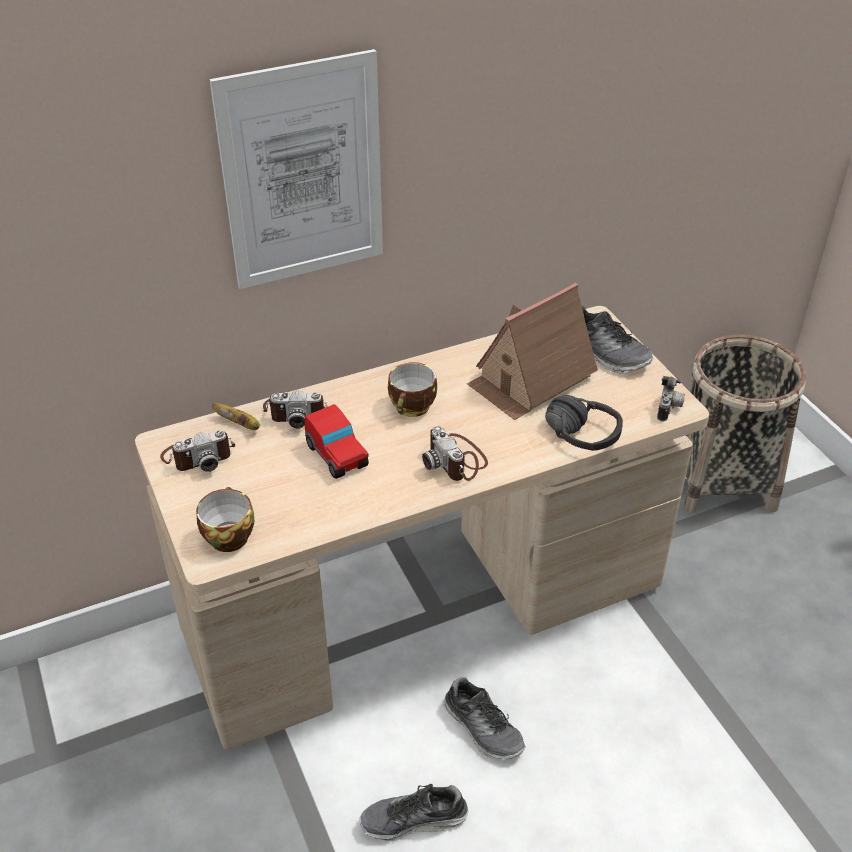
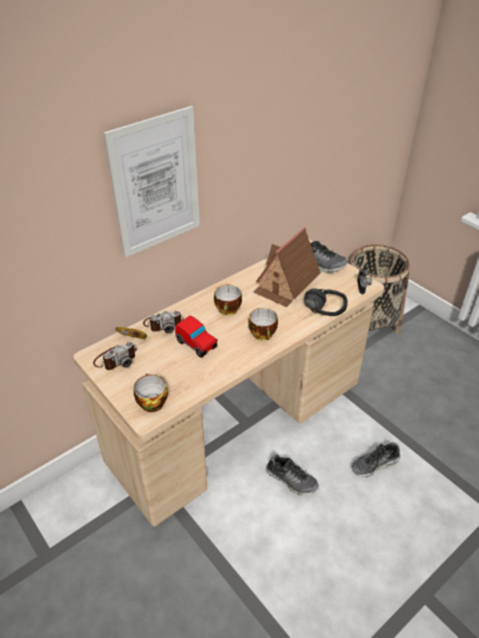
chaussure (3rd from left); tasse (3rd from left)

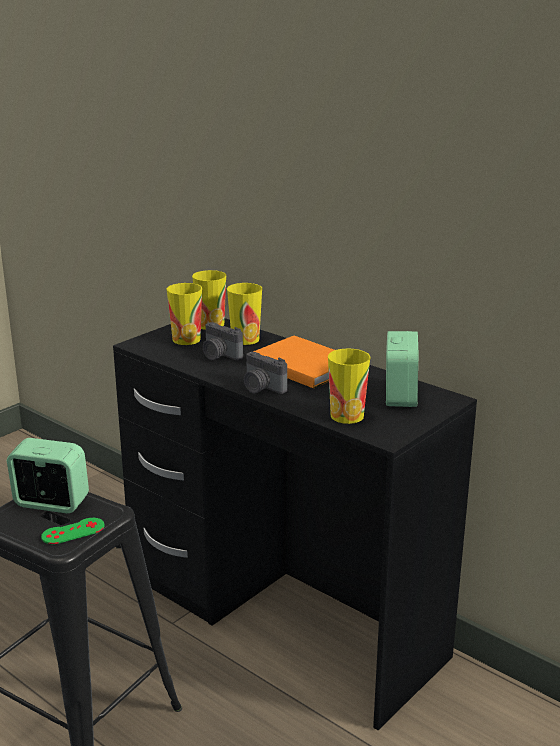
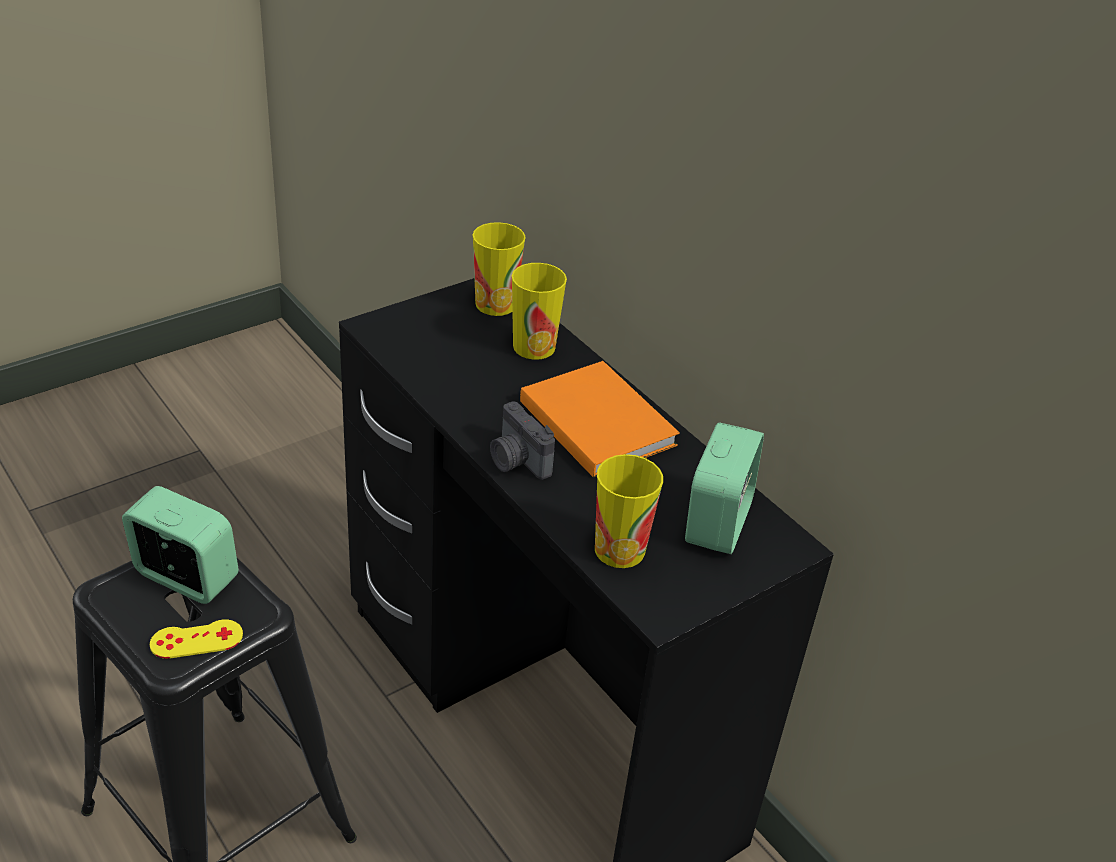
manette (jaune); tasse (1st from left in the first image); appareil photo (1st from left in the first image)

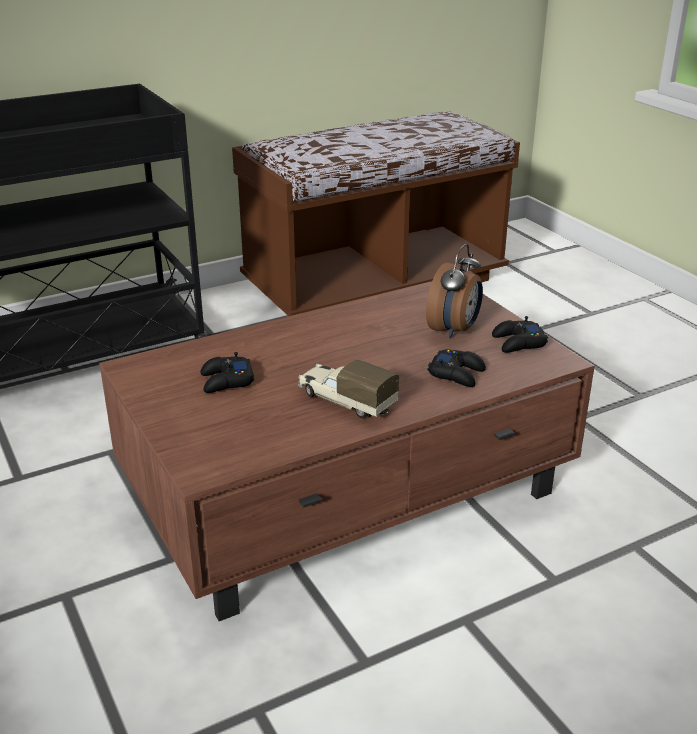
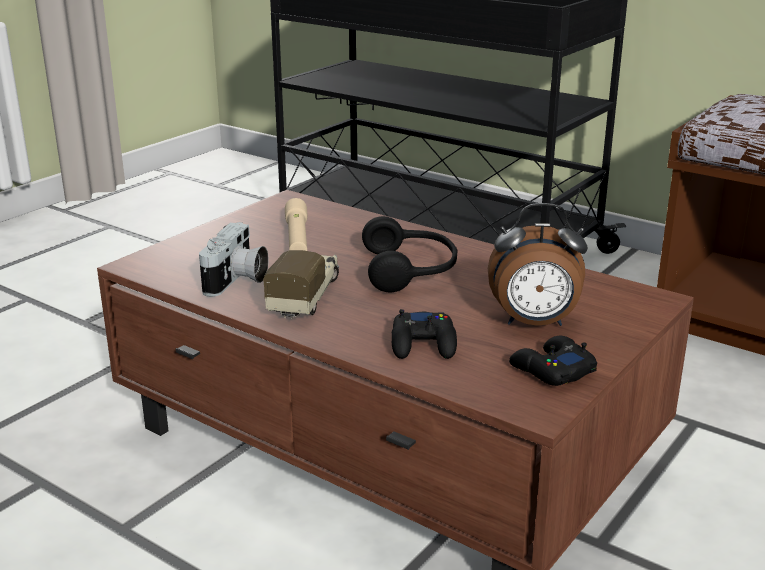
lampe de poche (beige); appareil photo; casque audio (noir)

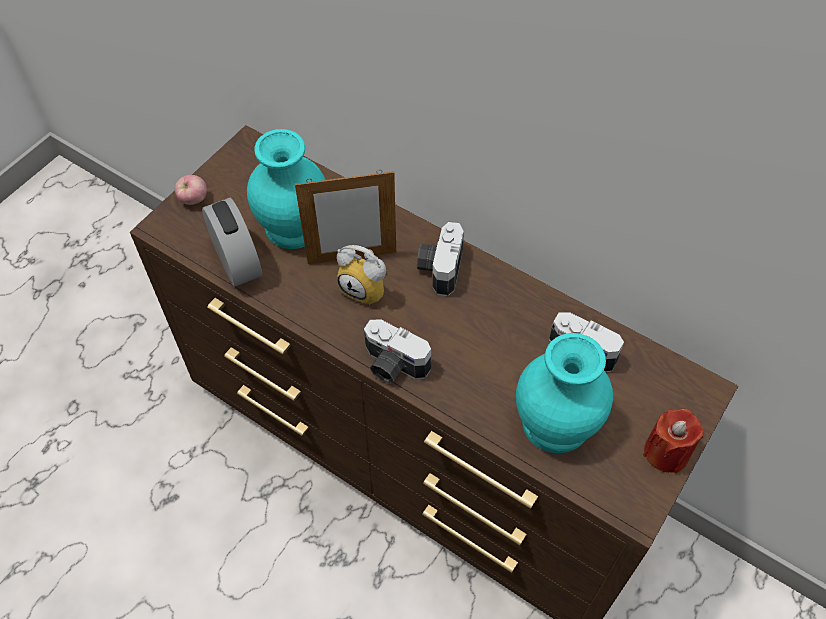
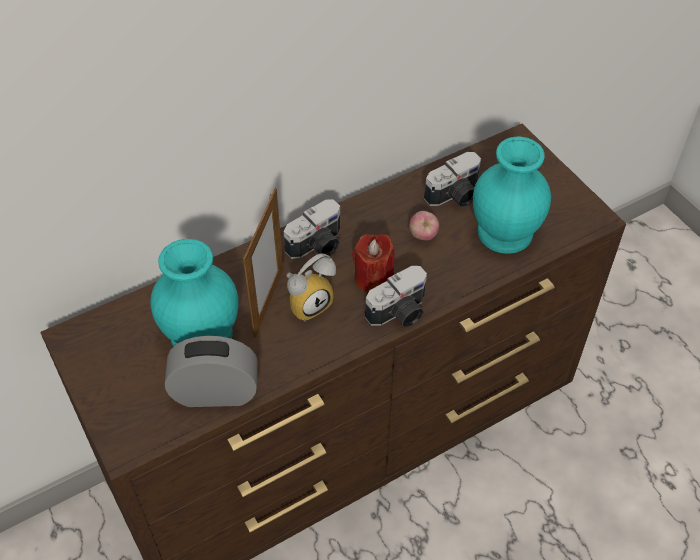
pomme; appareil photo (1st from left); bougie (rouge)

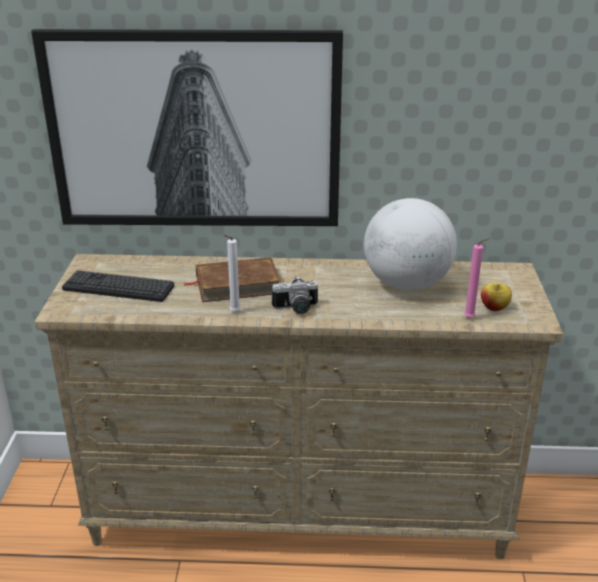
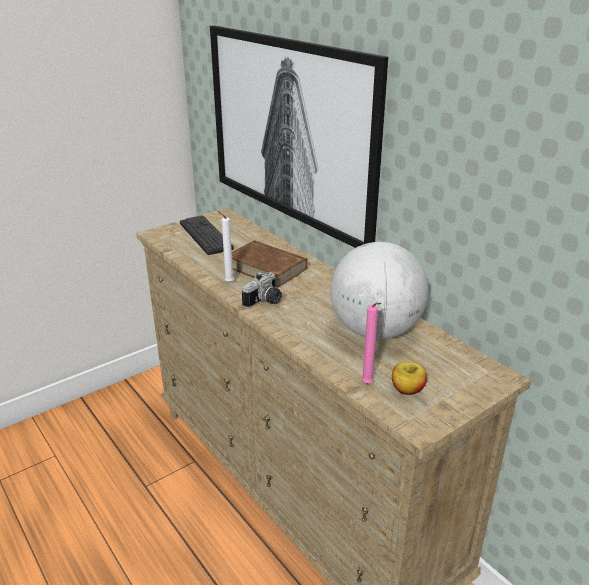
appareil photo

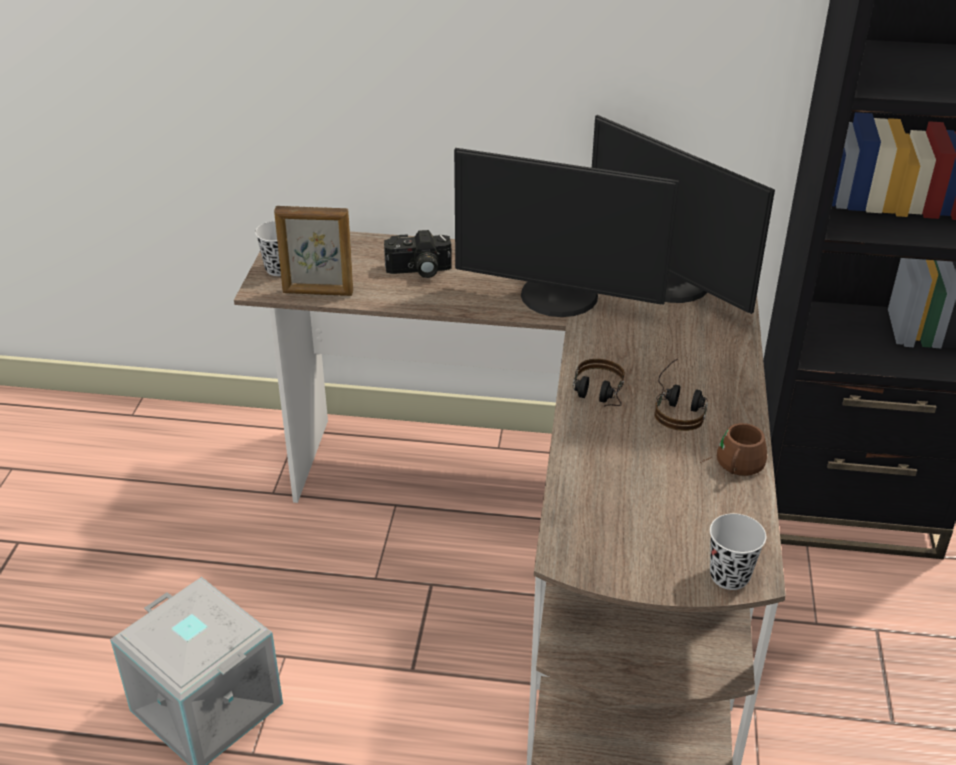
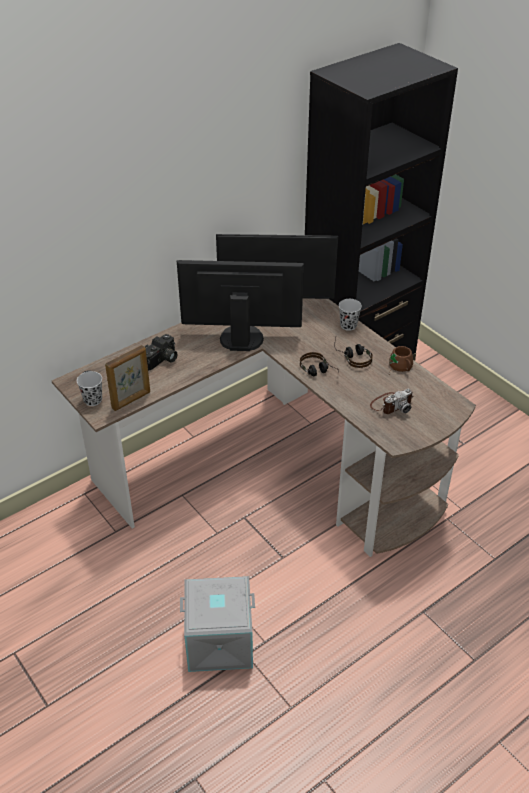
écran d'ordinateur (1st from left); tasse (noir) (2nd from left); appareil photo (2nd from left)

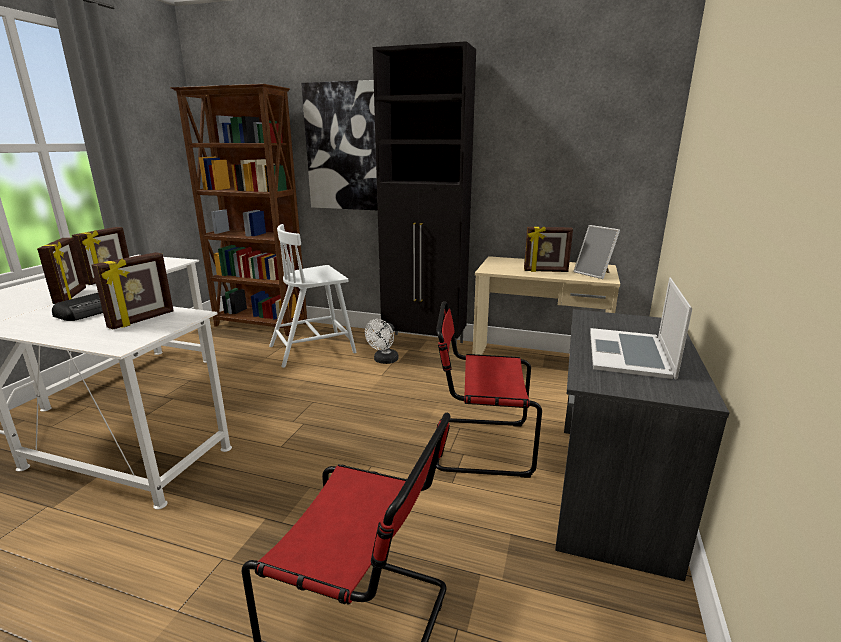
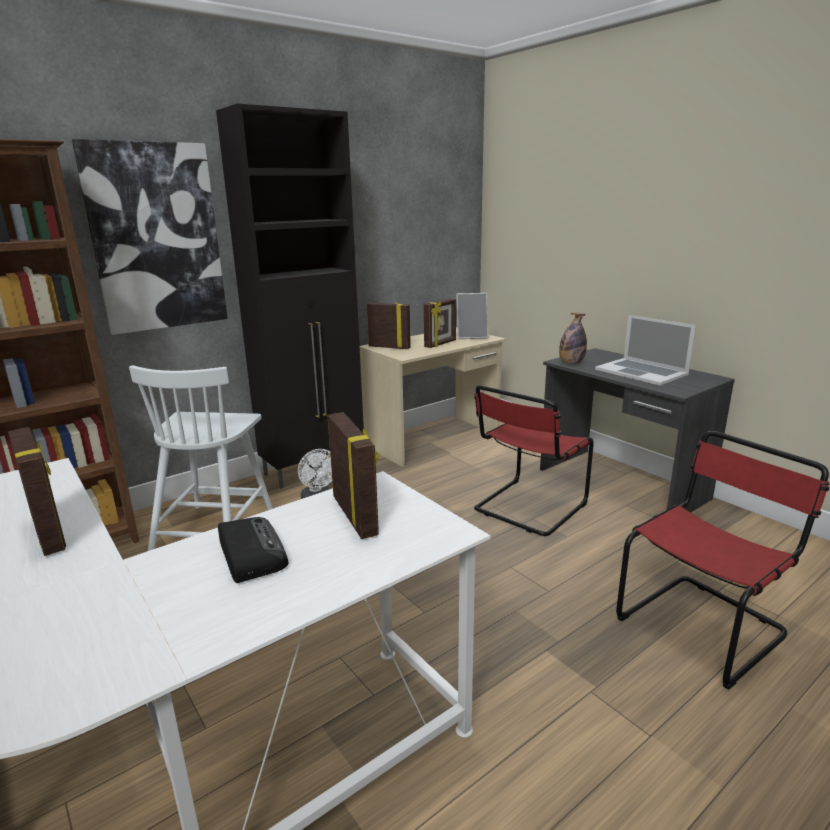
cadre photo (3rd from left); bouteille

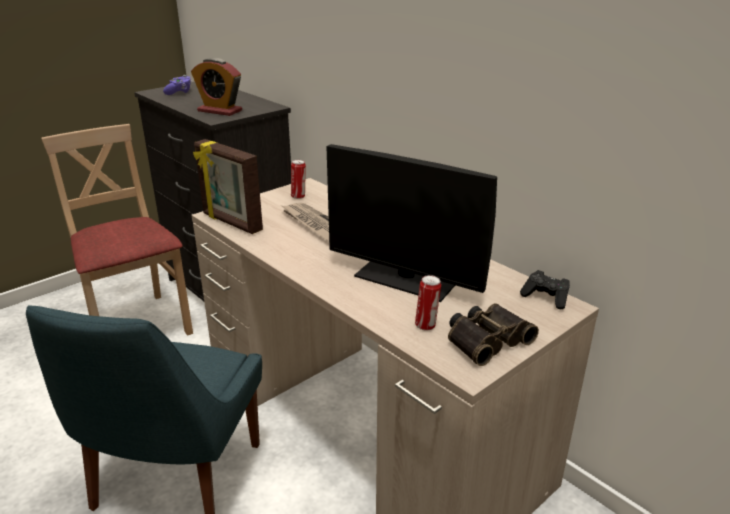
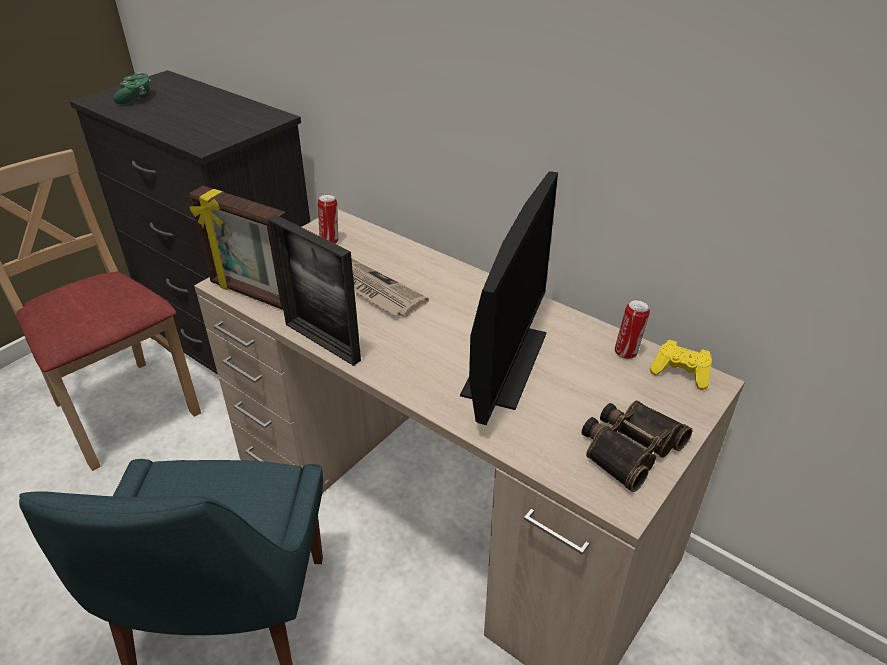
manette (vert); réveil; écran d'ordinateur; boîte métallique (2nd from left); manette (jaune); cadre photo (2nd from left)

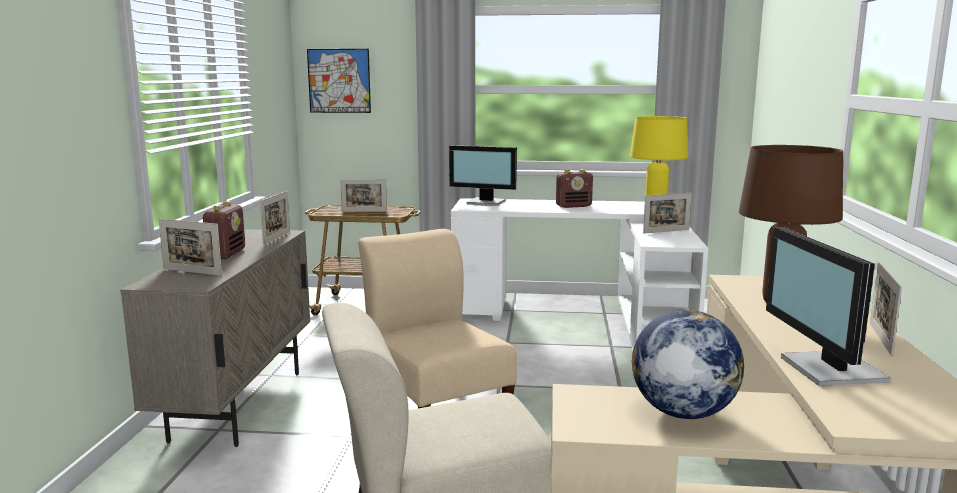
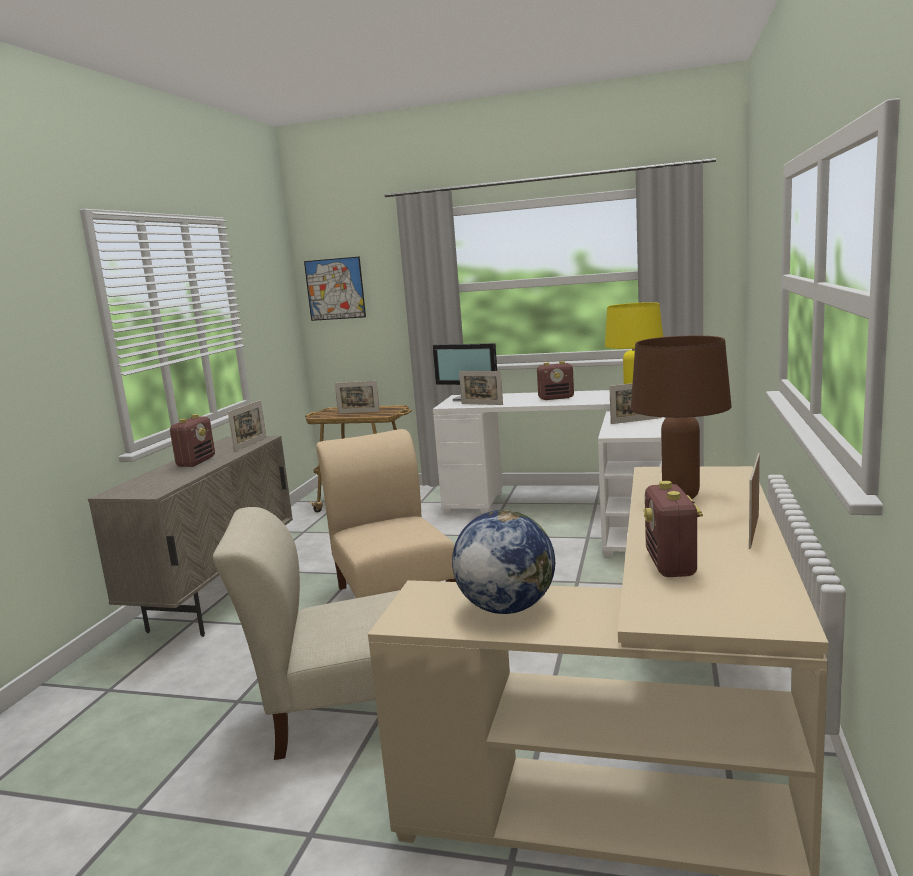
cadre photo (3rd from left); radio (3rd from left)

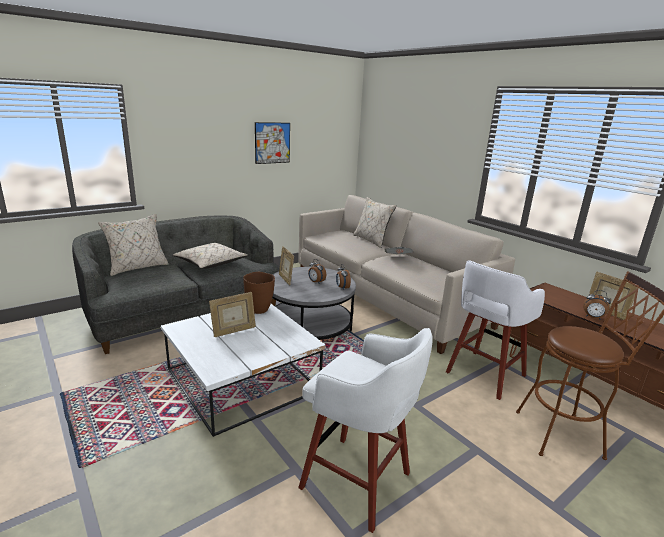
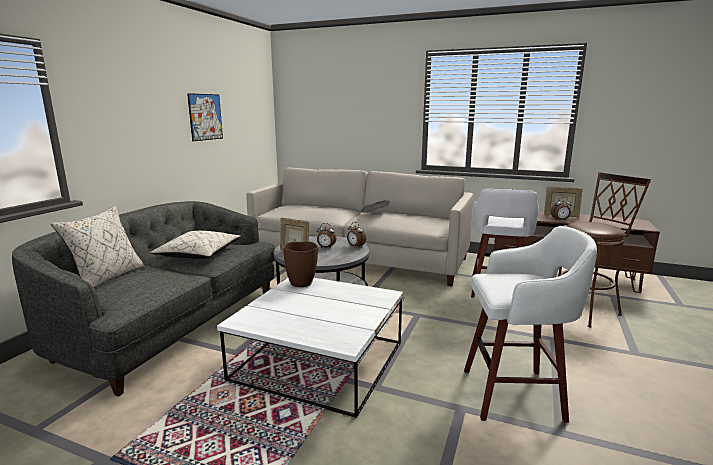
cadre photo (1st from left in the first image); coussin (beige) (3rd from left in the first image)

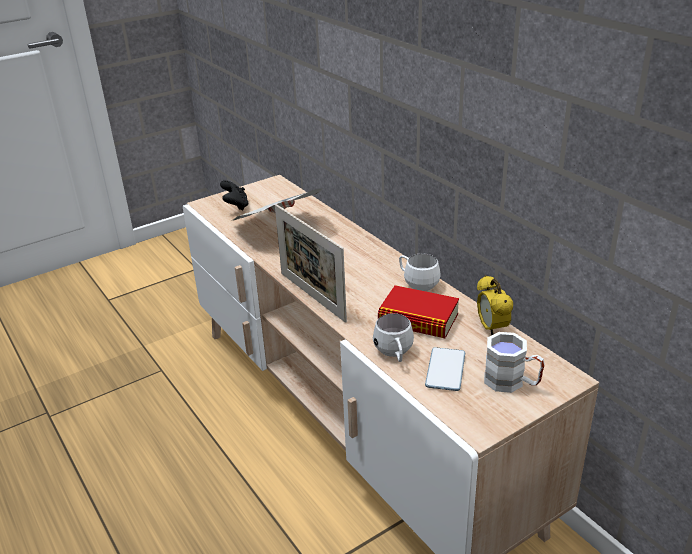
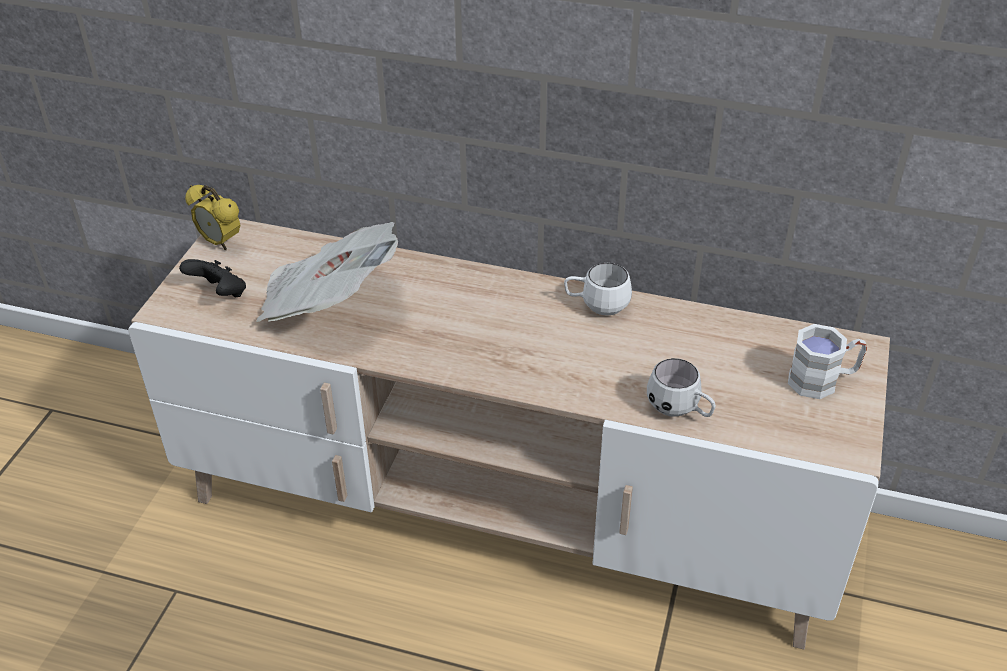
cadre photo; livre; téléphone; réveil

